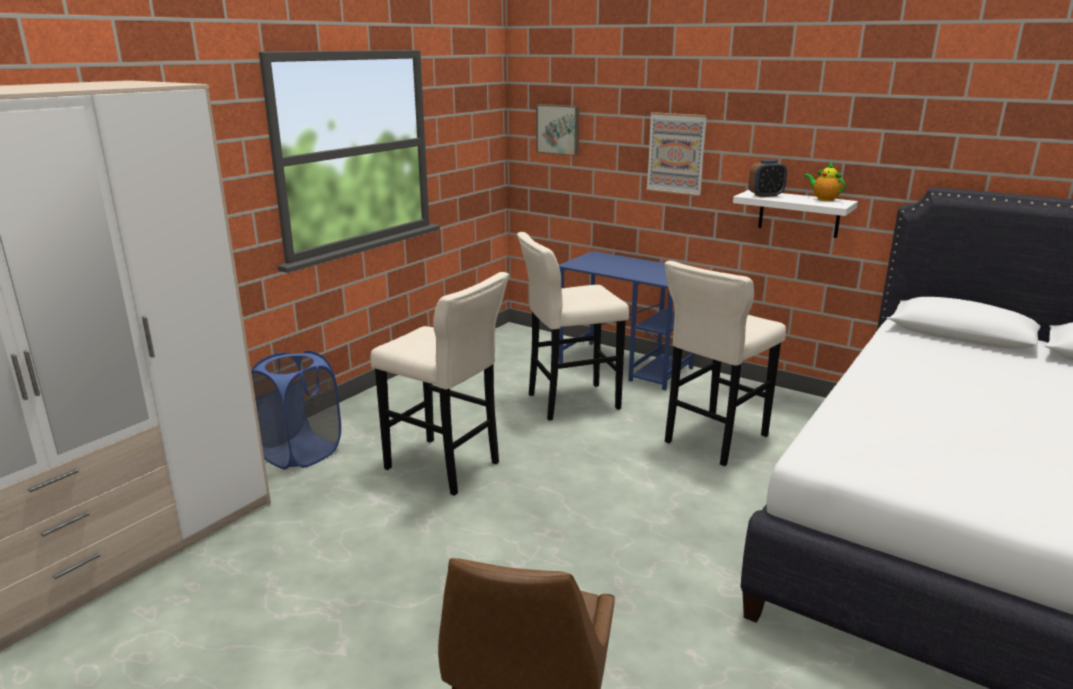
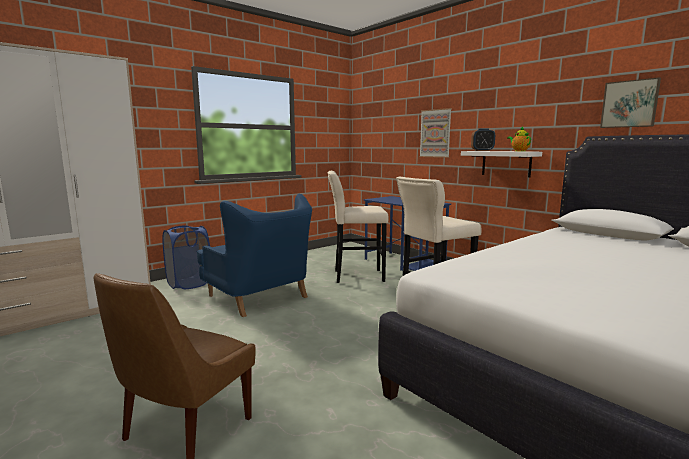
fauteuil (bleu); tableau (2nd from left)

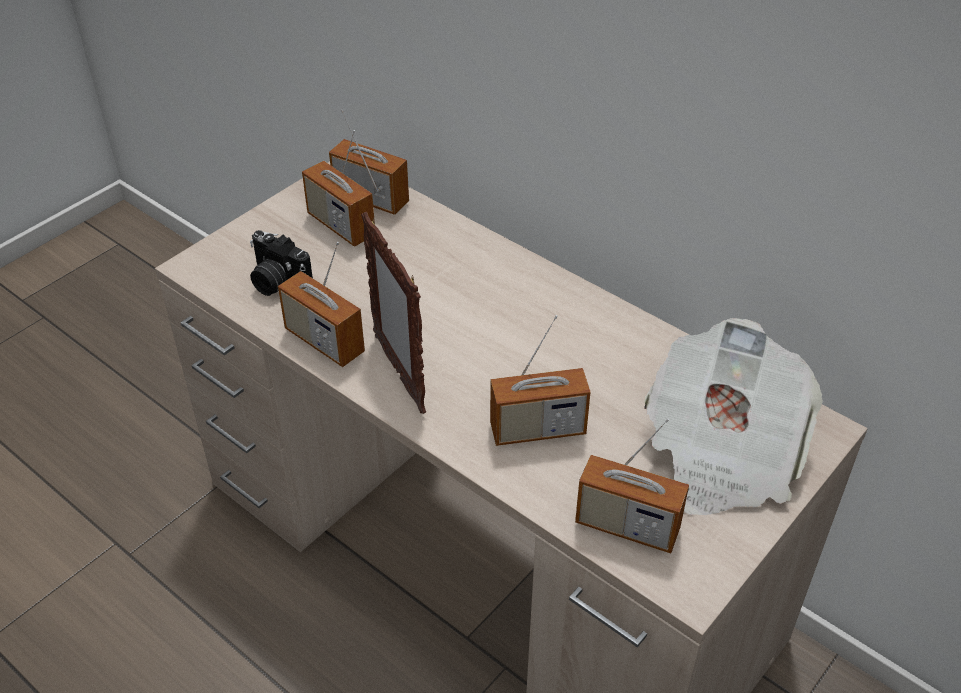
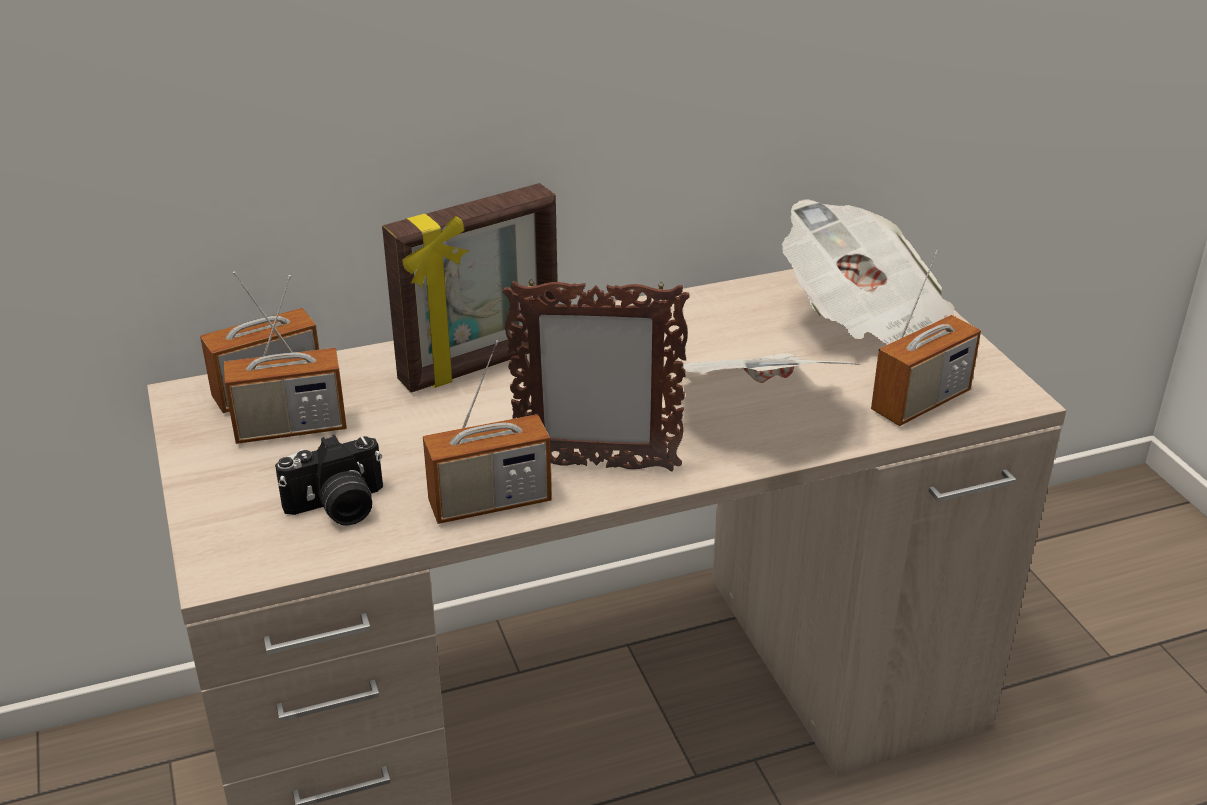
journal (1st from left); cadre photo (1st from left)

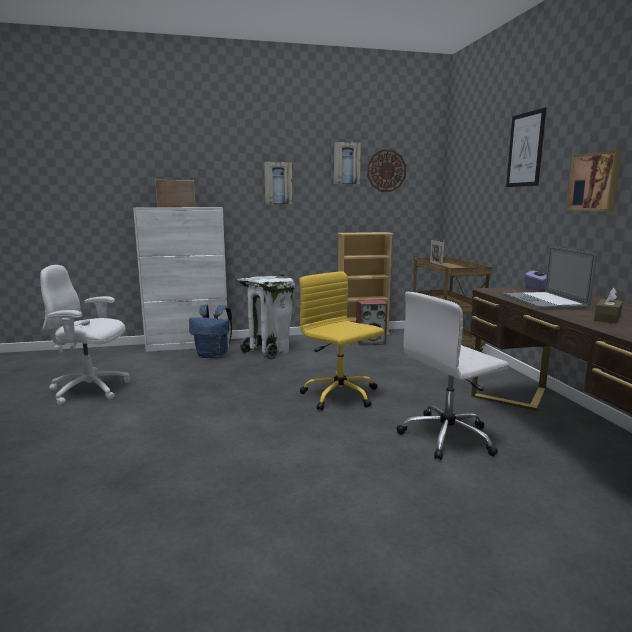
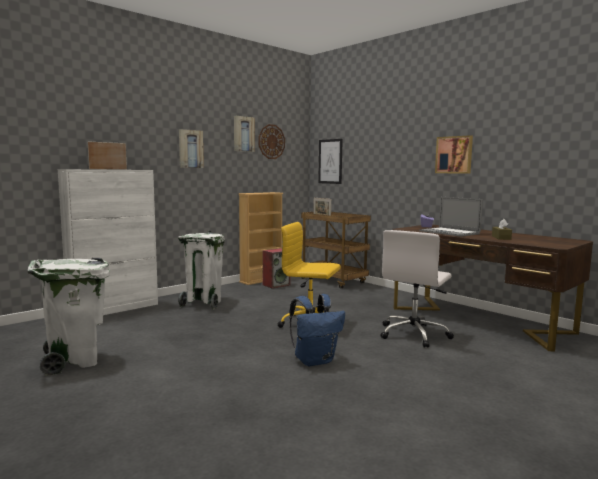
poubelle (blanc) (1st from left); sac à dos (bleu); tableau (3rd from left)

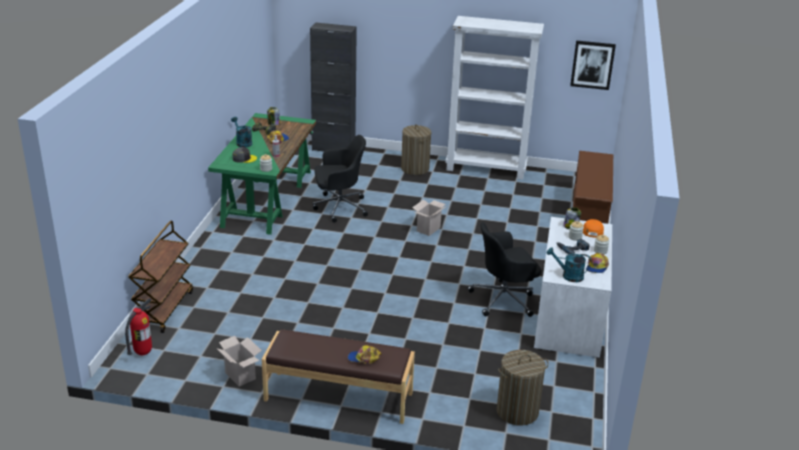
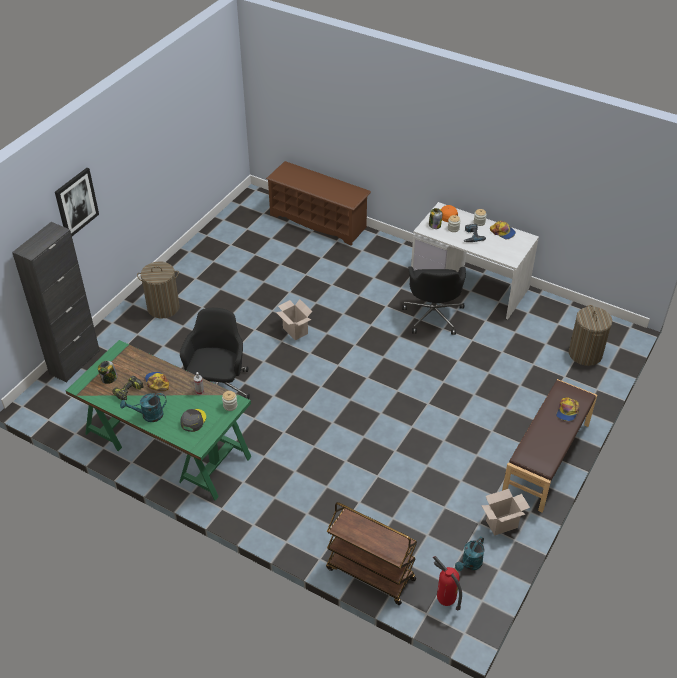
bibliothèque (blanc); arrosoir (turquoise) (2nd from left); tableau

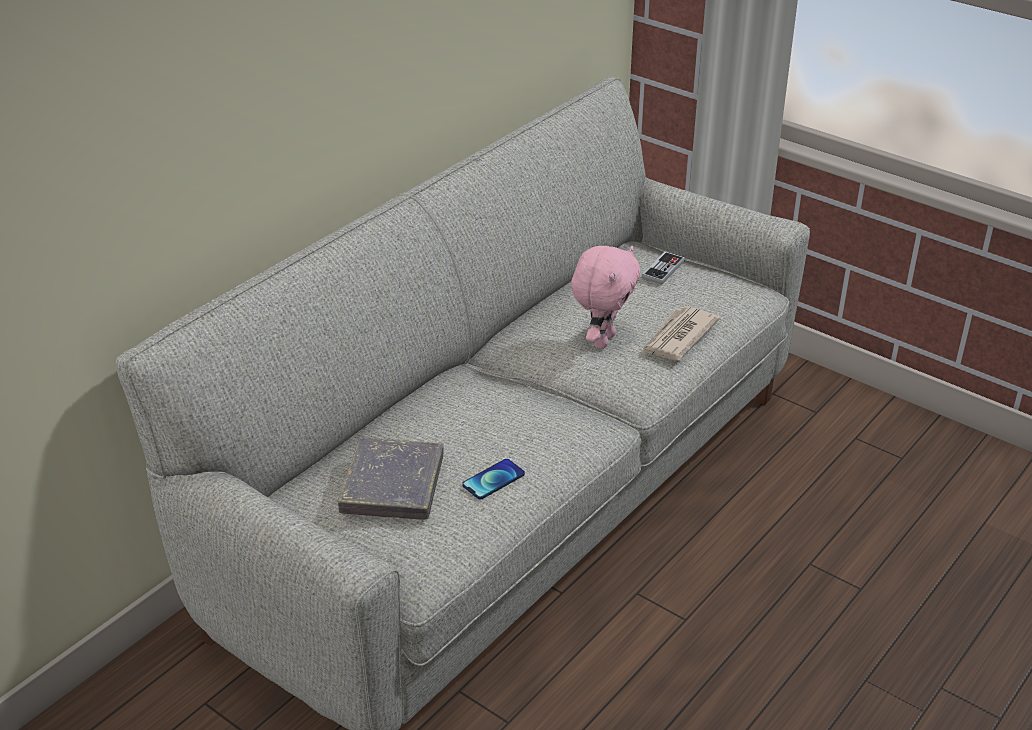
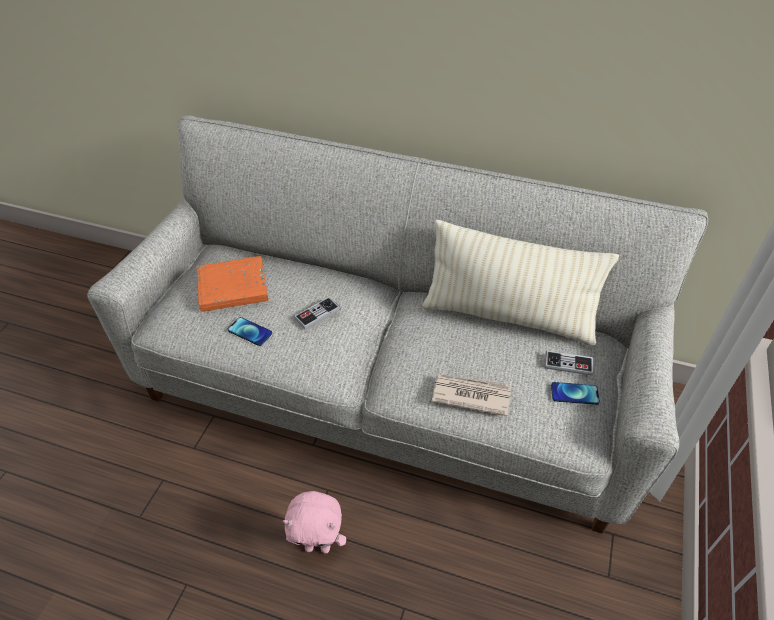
livre (orange); peluche (rose); manette (1st from left); coussin (beige); téléphone (2nd from left)

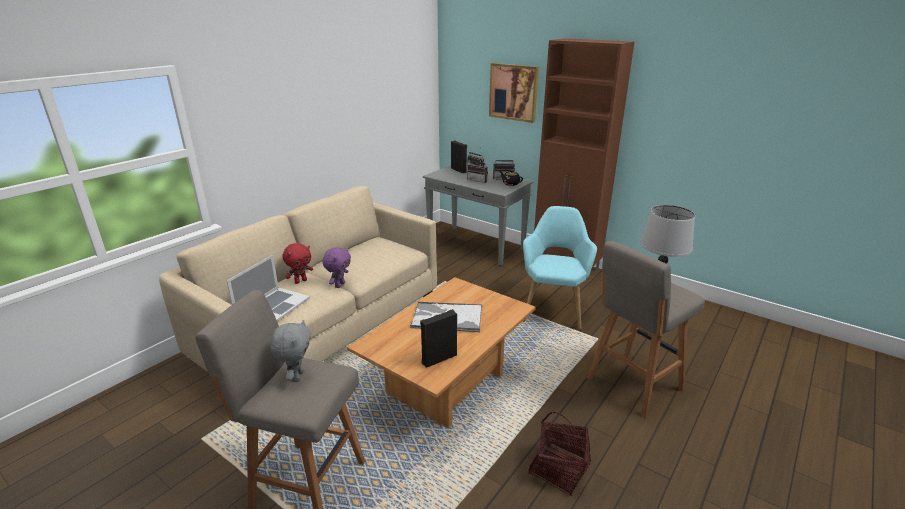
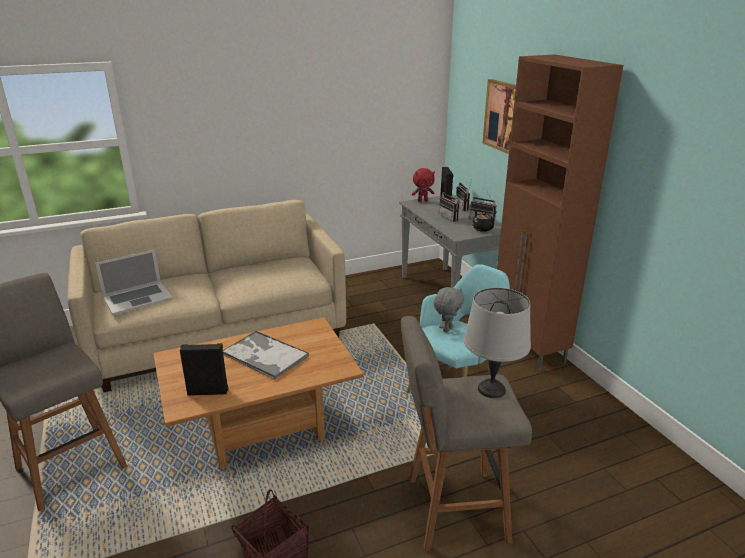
peluche (gris); peluche (rouge); peluche (violet)

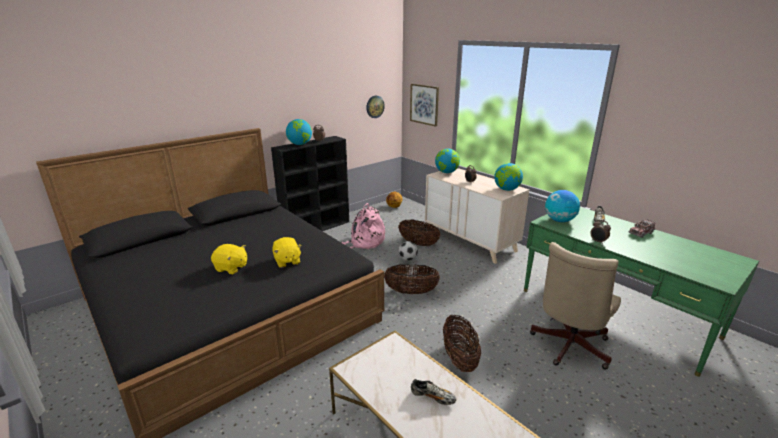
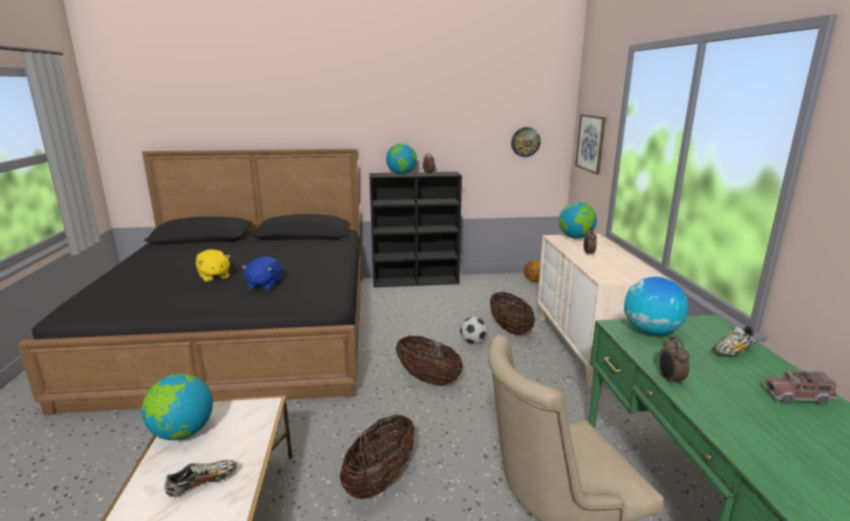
peluche (bleu); sac à dos (rose); chaussure (1st from left); globe (1st from left)

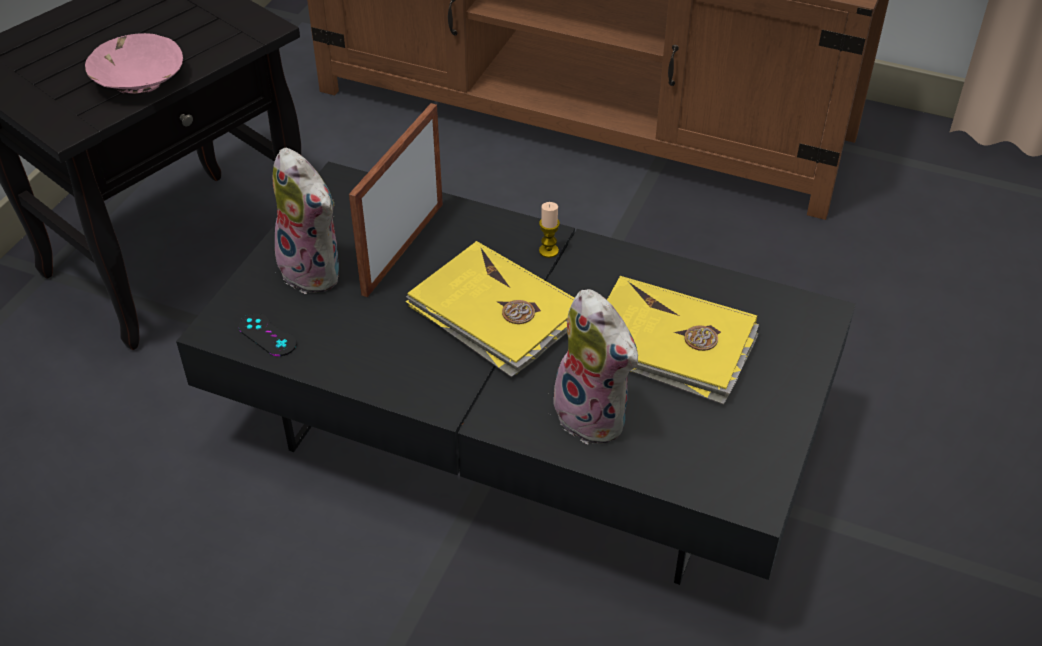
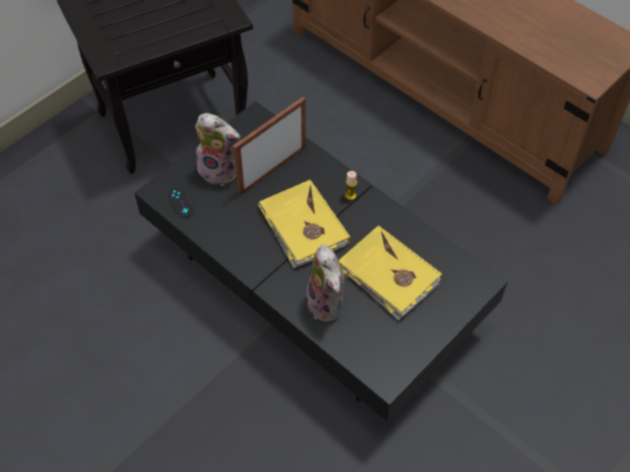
bol (rose); peluche (1st from left)

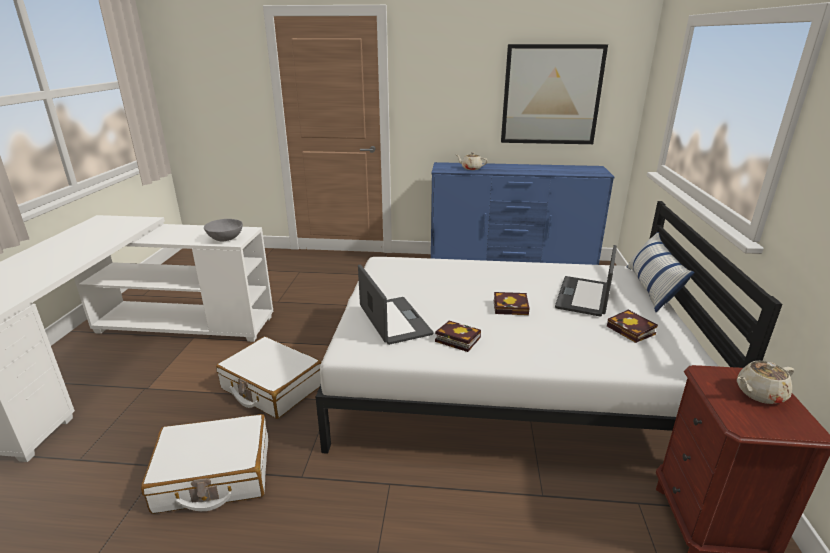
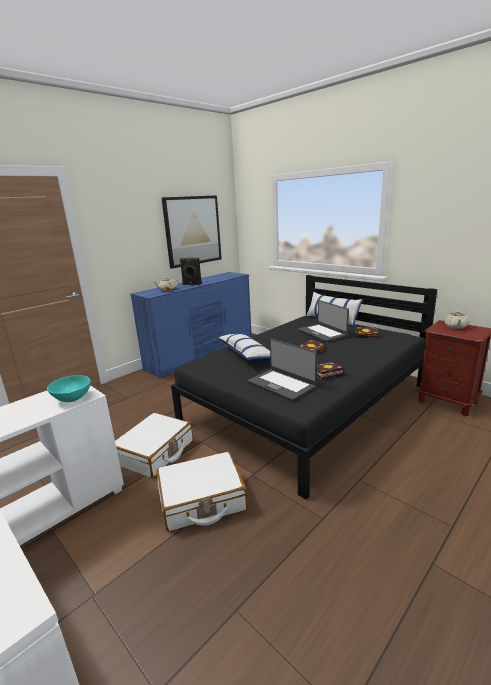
valise (blanc) (1st from left); bol (turquoise); lit (noir); ordinateur portable (1st from left); enceinte (noir); coussin (1st from left)

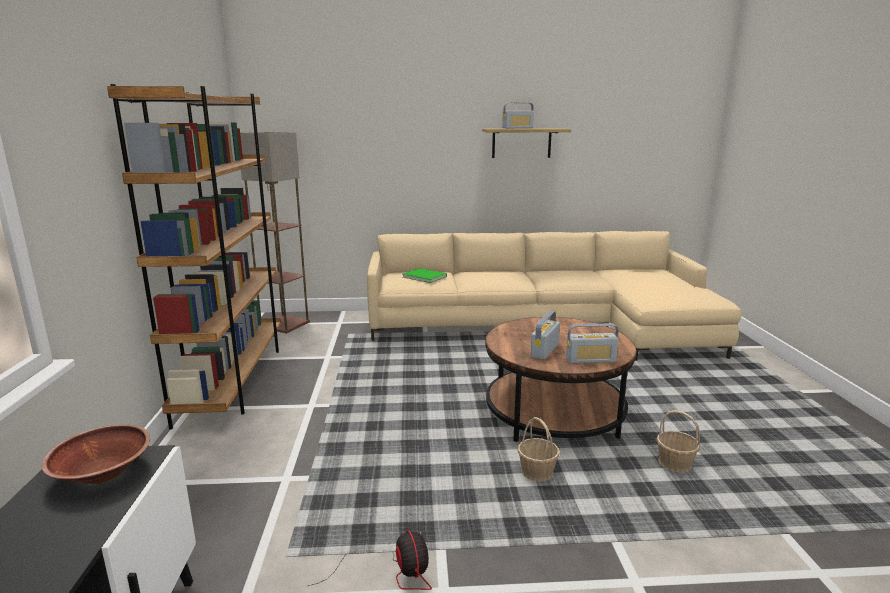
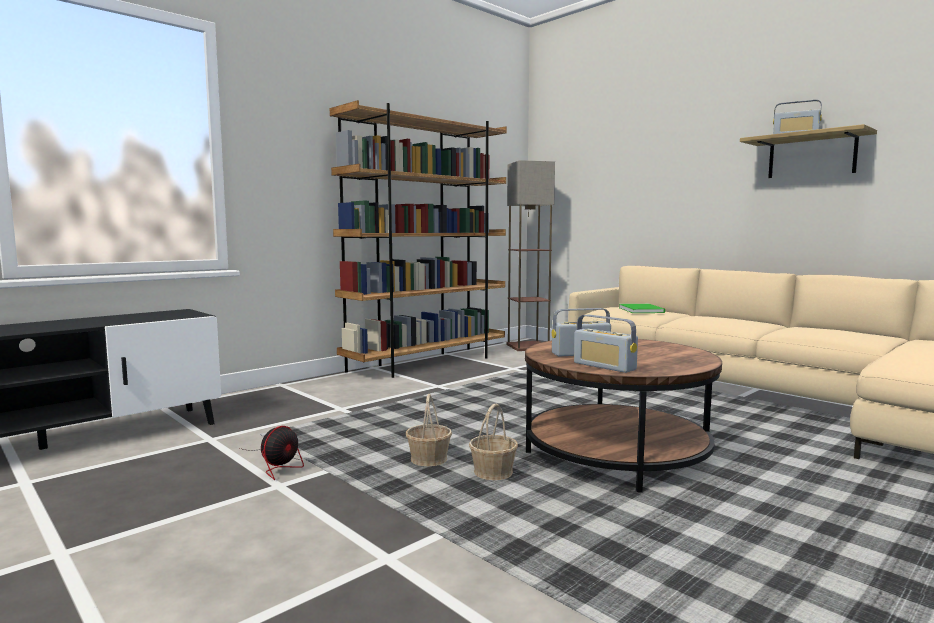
bol (marron); panier (1st from left)

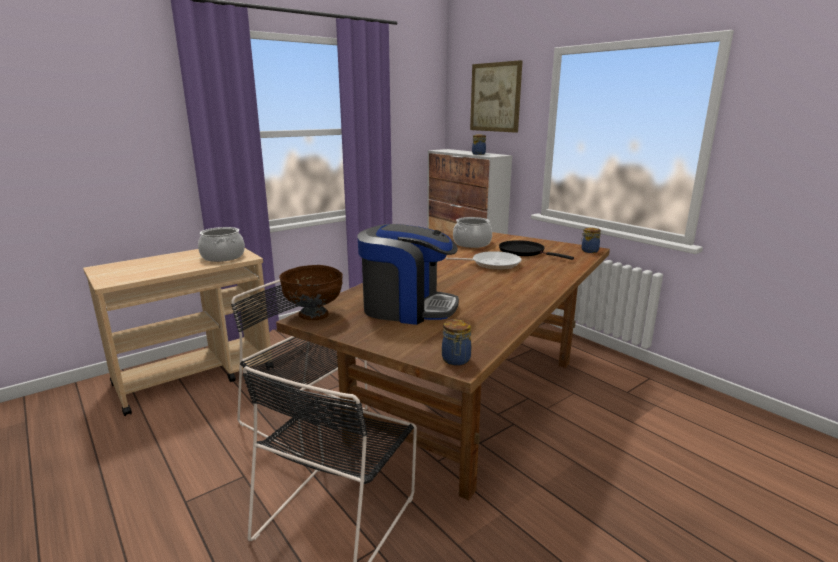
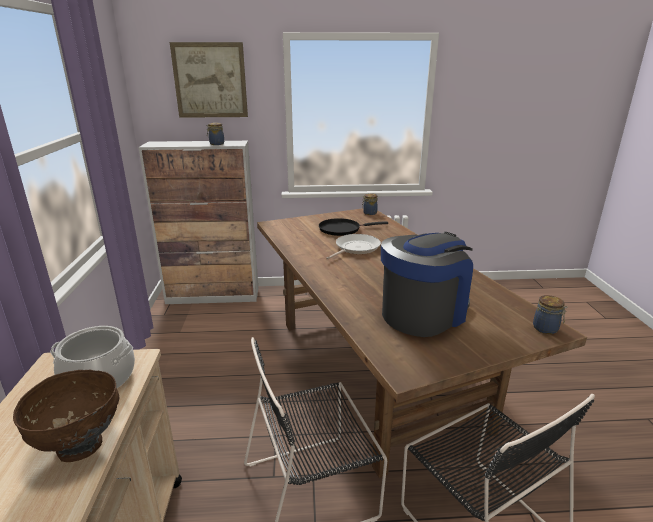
bol (marron); marmite (2nd from left in the first image)

